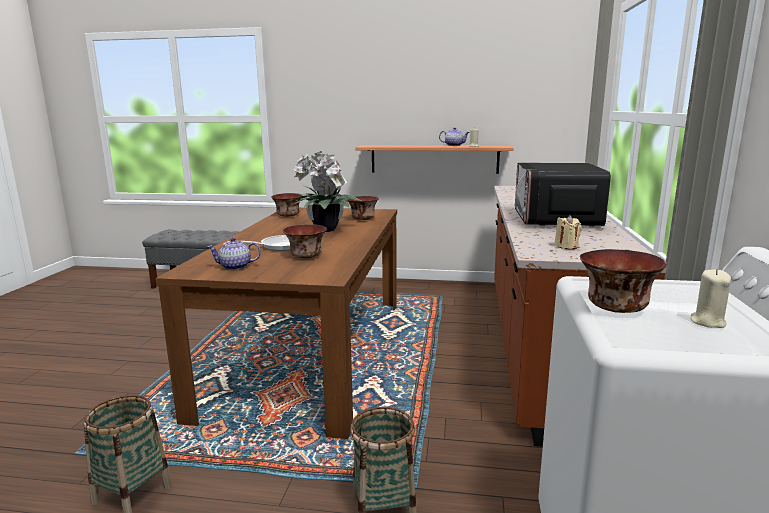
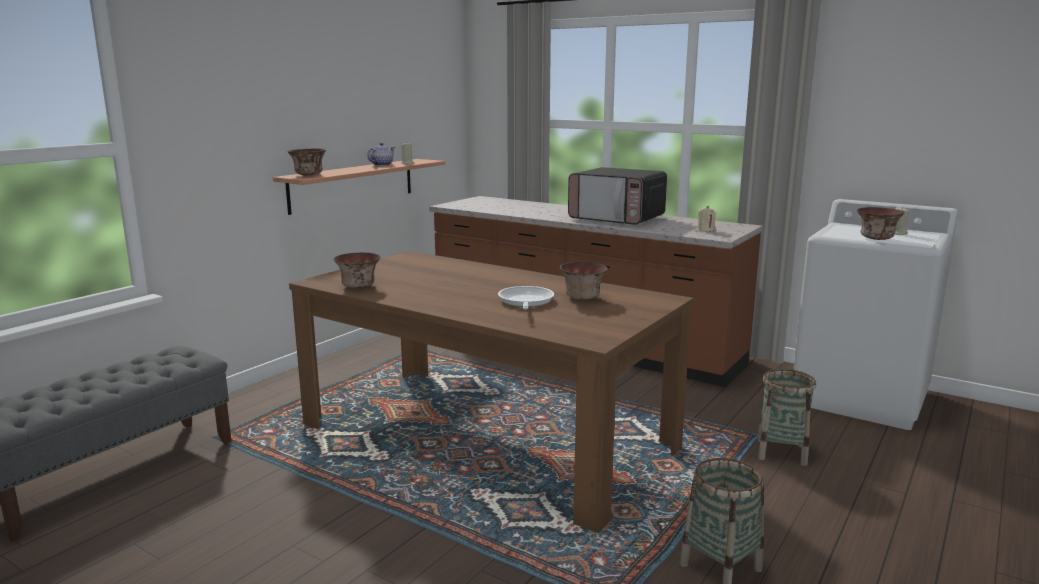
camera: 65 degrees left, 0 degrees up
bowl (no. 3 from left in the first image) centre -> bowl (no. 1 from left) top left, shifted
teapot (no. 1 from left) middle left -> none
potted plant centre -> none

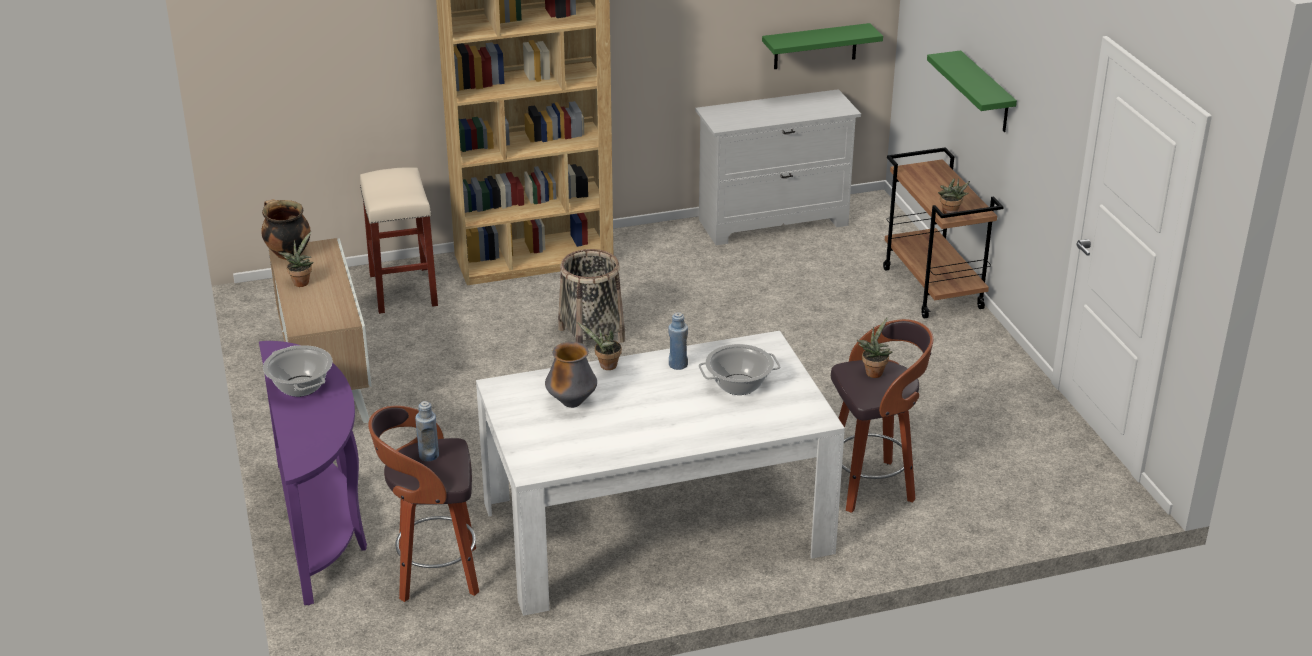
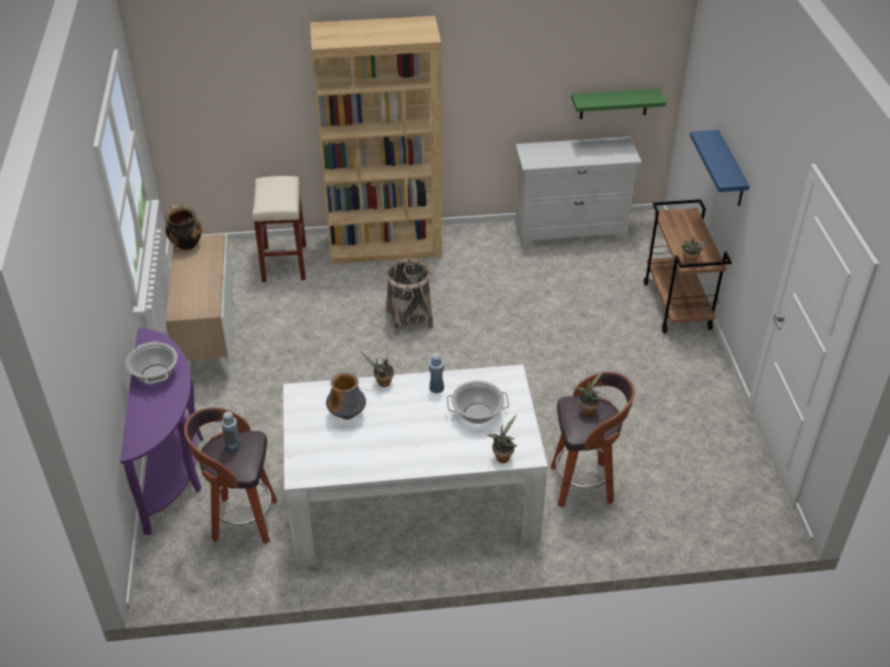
camera: 10 degrees right, 10 degrees up
potted plant (no. 1 from left in the first image) middle left -> potted plant (no. 2 from left) centre, shifted
green shelf (no. 2 from left) top right -> blue shelf top right

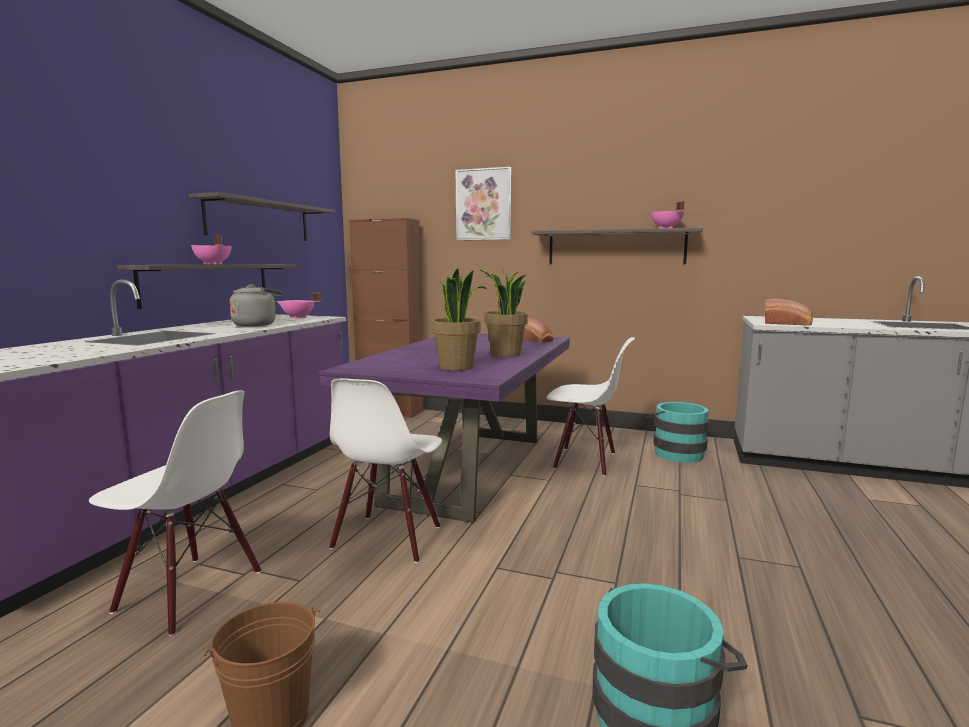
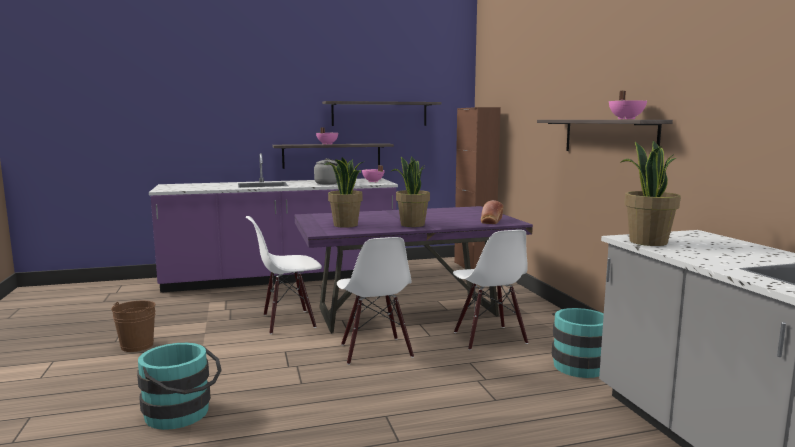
camera: 55 degrees right, 0 degrees up
white chair (no. 1 from left in the first image) bottom left -> white chair (no. 2 from left) bottom centre, shifted
bread (no. 2 from left) middle right -> potted plant (no. 3 from left) middle right
picture top centre -> none

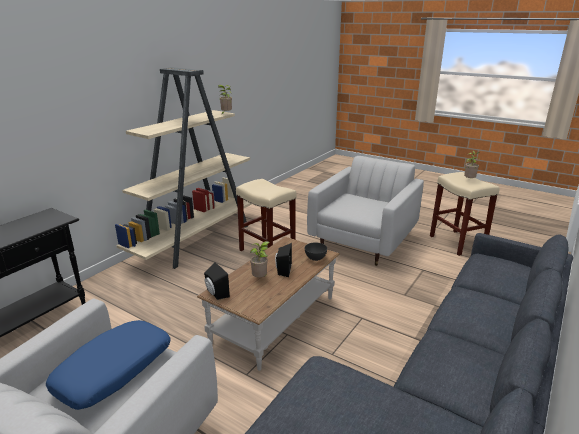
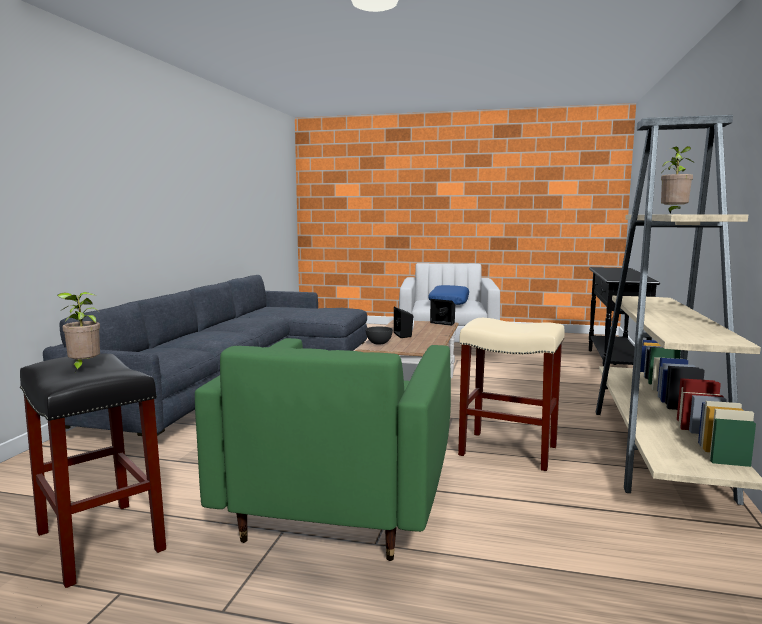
camera: 160 degrees right, 15 degrees down
beige stool (no. 2 from left) middle right -> black stool bottom left
white armchair (no. 2 from left) centre -> green armchair bottom centre
potted plant (no. 2 from left) centre -> none

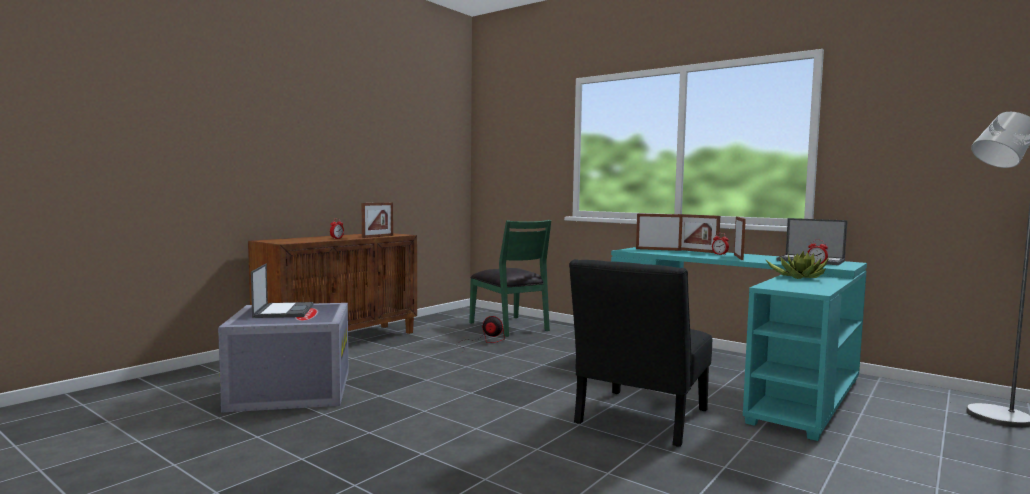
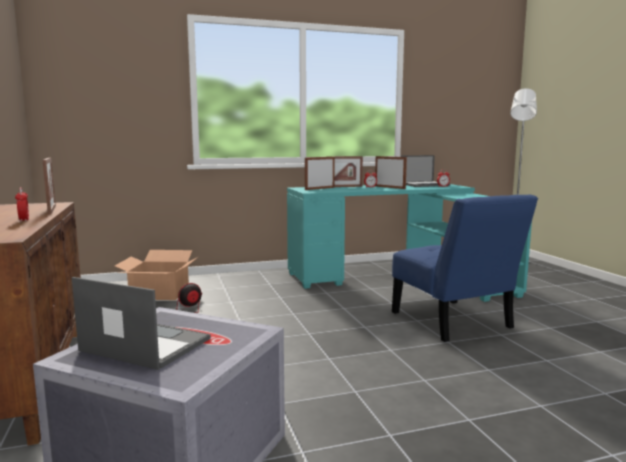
camera: 55 degrees left, 5 degrees up
green chair centre -> cardboard box middle left
black chair bottom centre -> blue chair middle right
potted plant middle right -> none

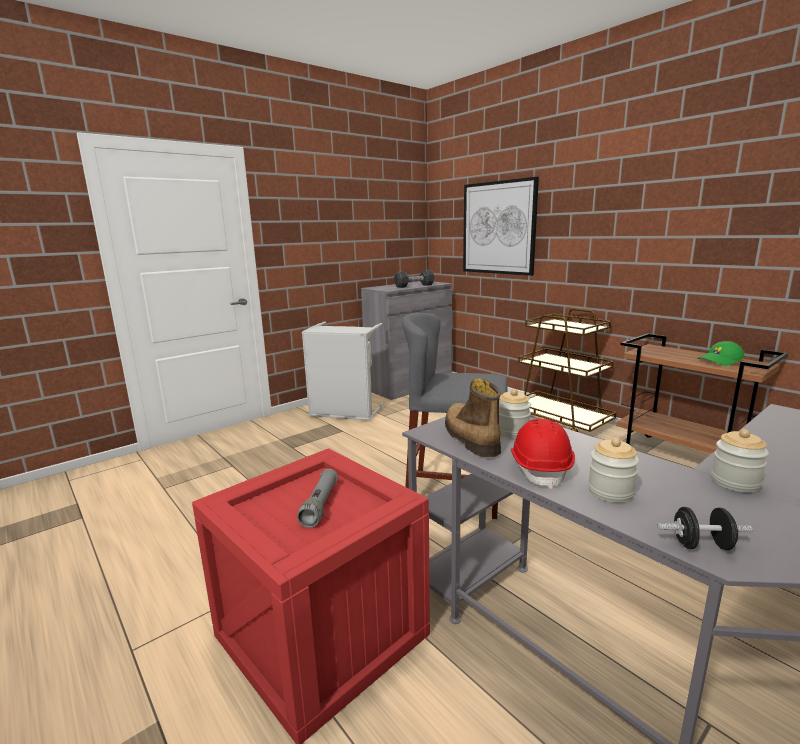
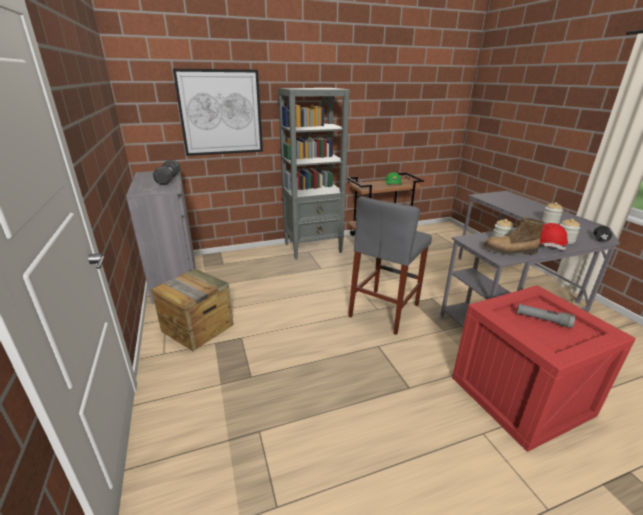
camera: 70 degrees left, 10 degrees up
grey laundry basket centre -> crate (no. 1 from left) middle left
brown cart (no. 1 from left) middle right -> grey bookcase centre

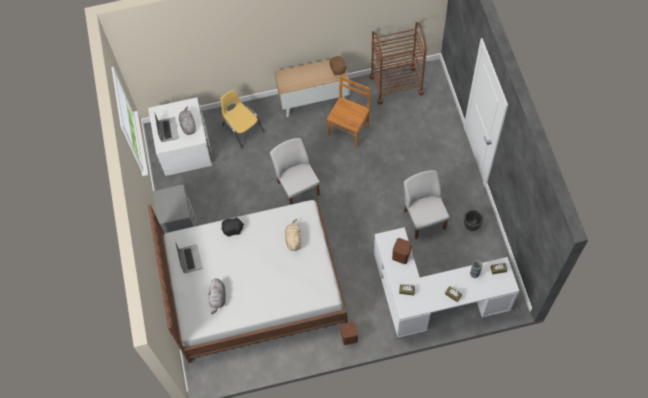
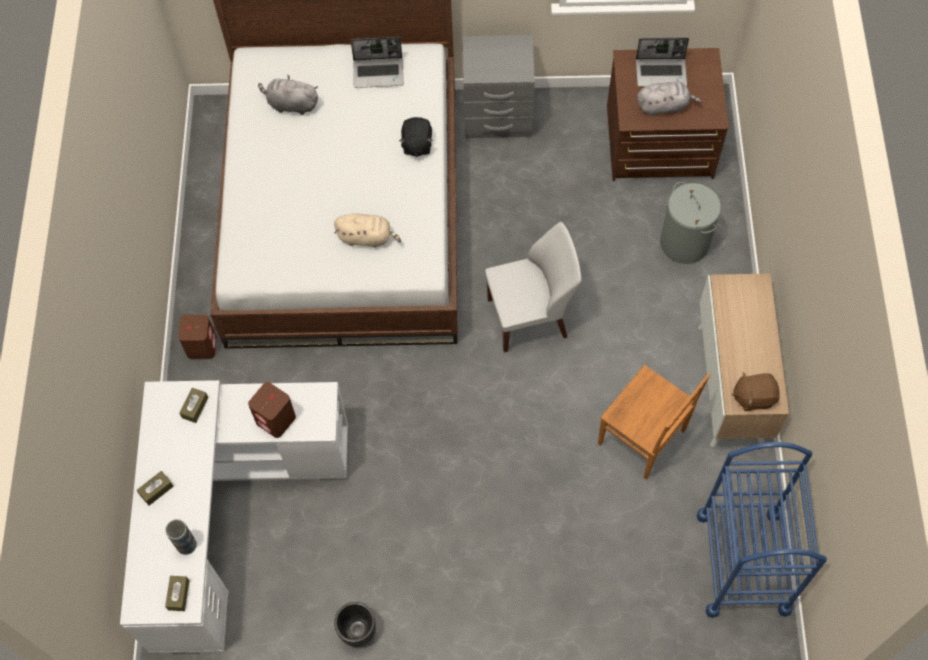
camera: 100 degrees right, 0 degrees up
white dresser middle left -> brown dresser top right
yellow chair top centre -> grey laundry basket middle right
brown cart top centre -> blue cart bottom right
white chair (no. 2 from left) centre -> none

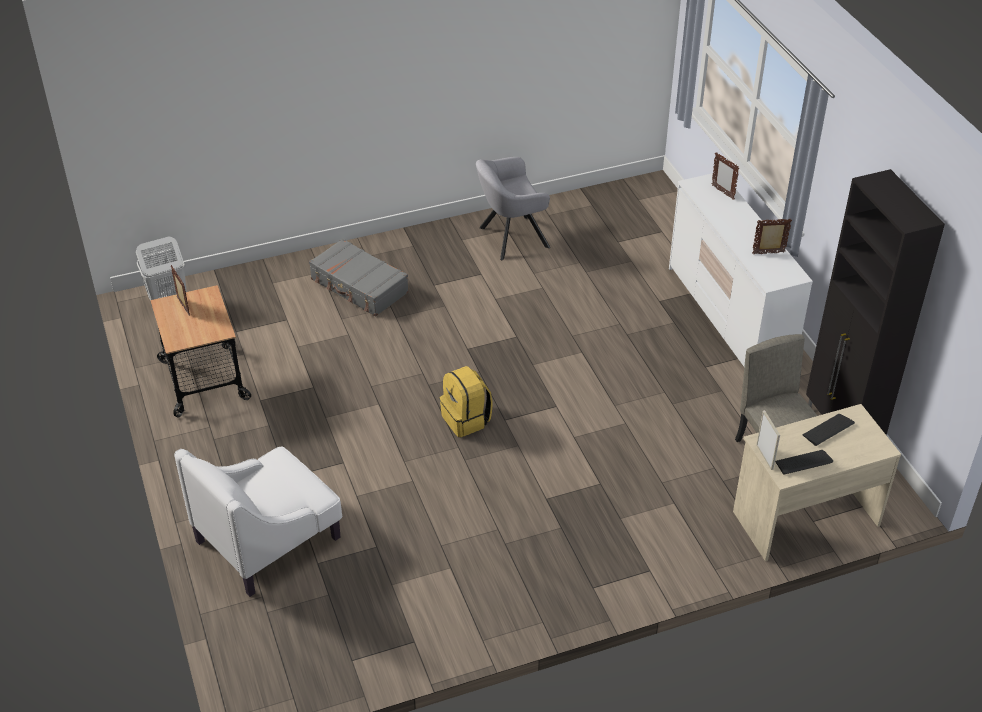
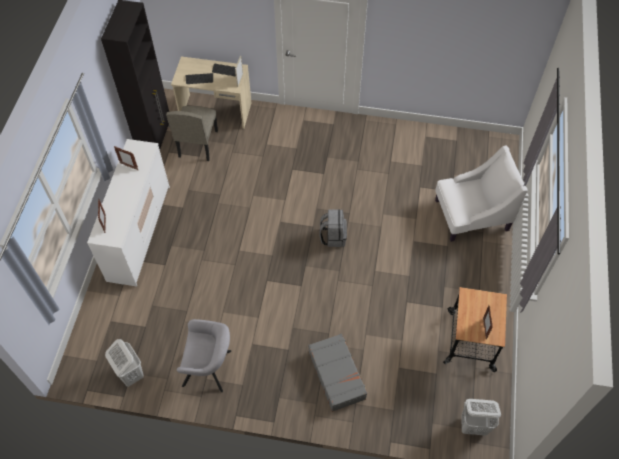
camera: 150 degrees left, 15 degrees up
none -> white laundry basket (no. 1 from left) bottom left
yellow backpack centre -> grey backpack centre

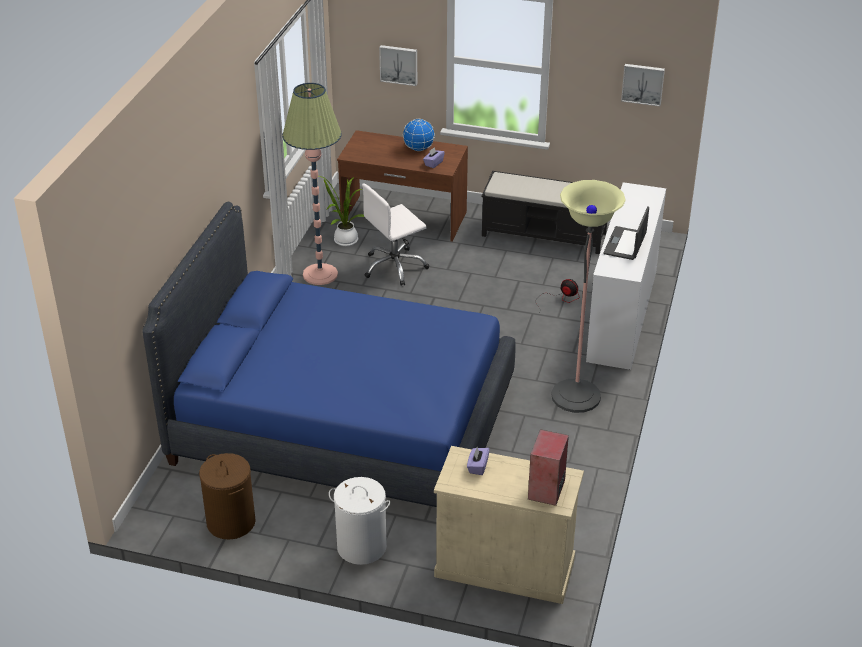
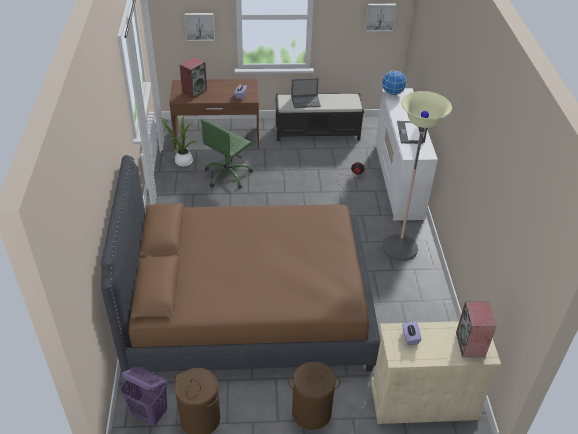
camera: 20 degrees left, 5 degrees up
blue bed centre -> brown bed centre
none -> purple laundry basket bottom left
none -> speaker (no. 1 from left) top centre
white office chair centre -> green office chair centre
white laundry basket bottom centre -> brown laundry basket (no. 2 from left) bottom centre
none -> laptop (no. 1 from left) top centre
globe top centre -> globe top right, shifted
floor lamp (no. 1 from left) top centre -> none

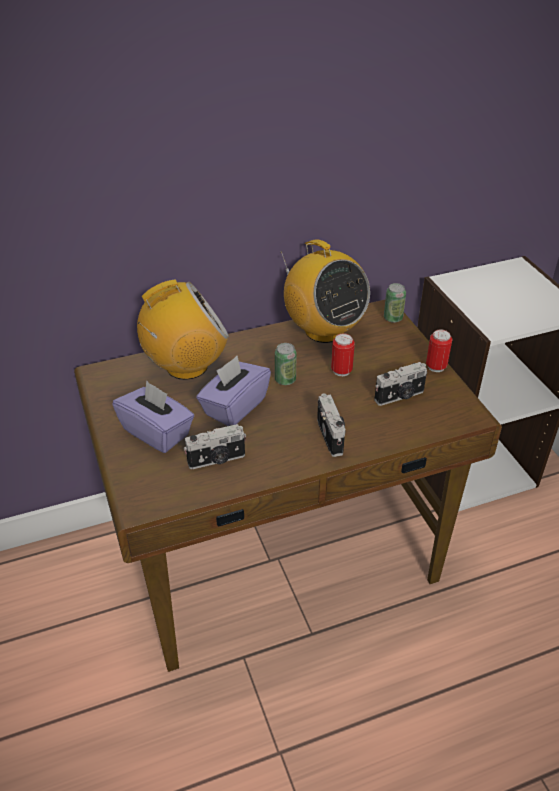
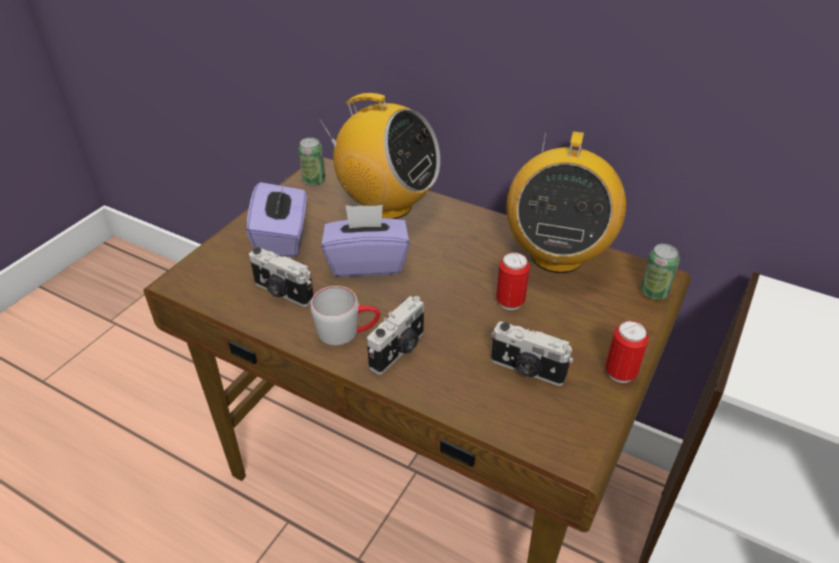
camera: 50 degrees right, 0 degrees up
can (no. 1 from left) centre -> can (no. 1 from left) top centre, shifted
none -> grey mug centre

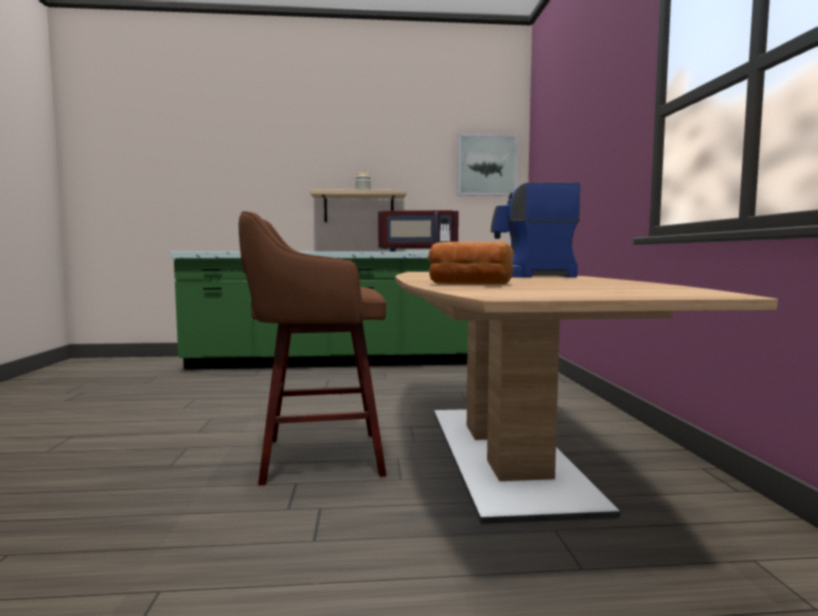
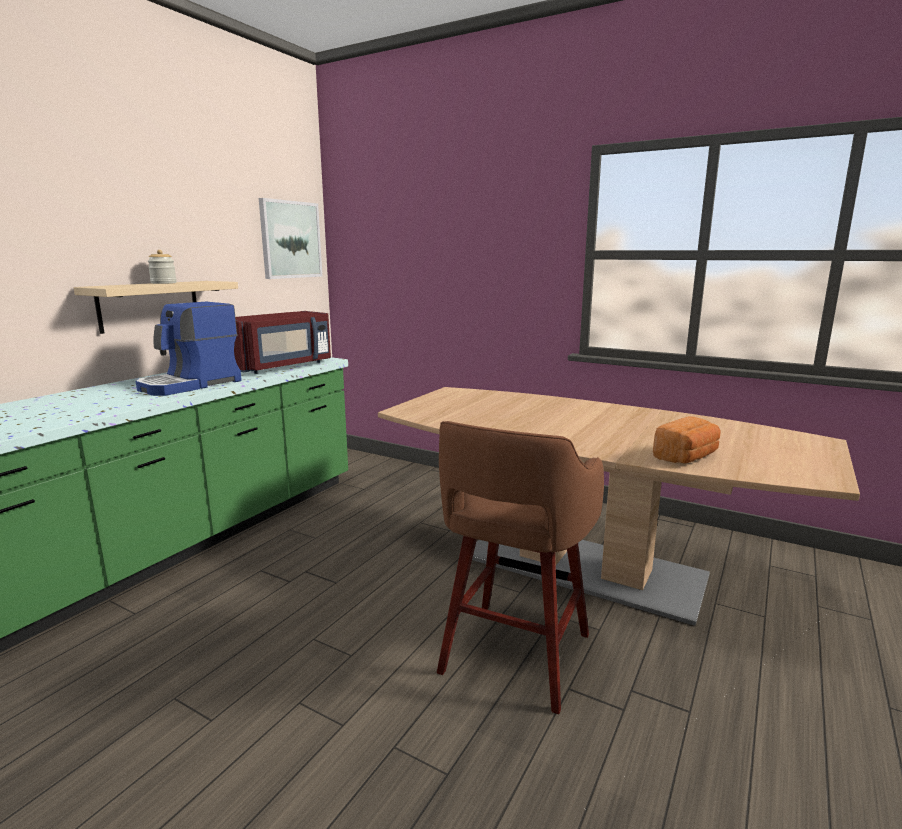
camera: 55 degrees left, 10 degrees up
coffee machine centre -> coffee machine middle left, shifted

